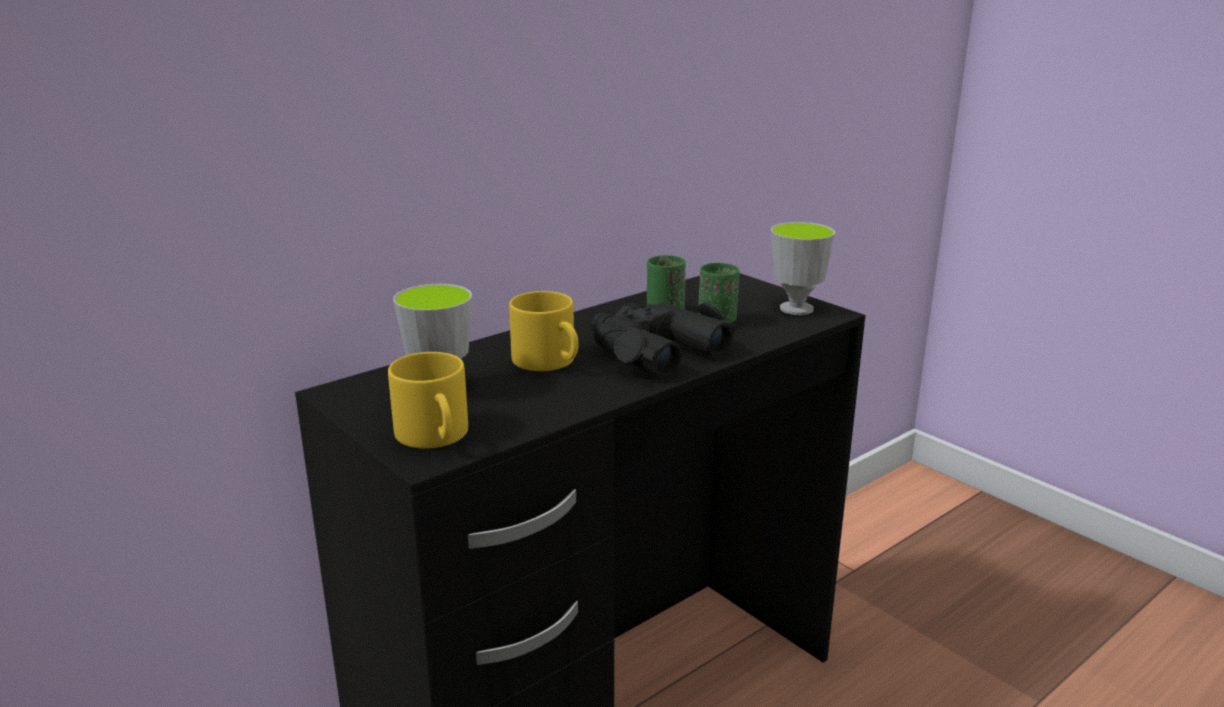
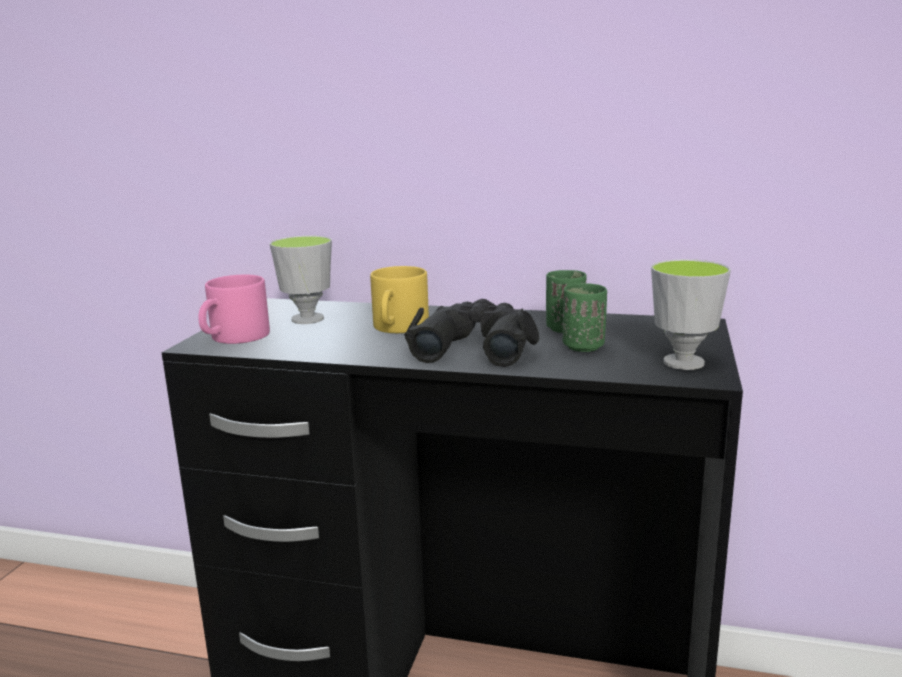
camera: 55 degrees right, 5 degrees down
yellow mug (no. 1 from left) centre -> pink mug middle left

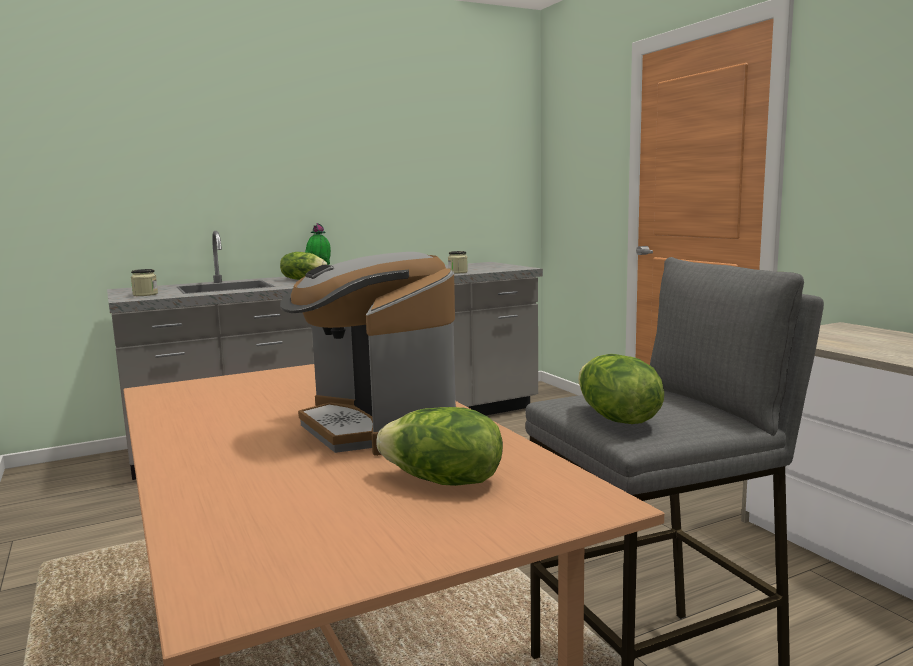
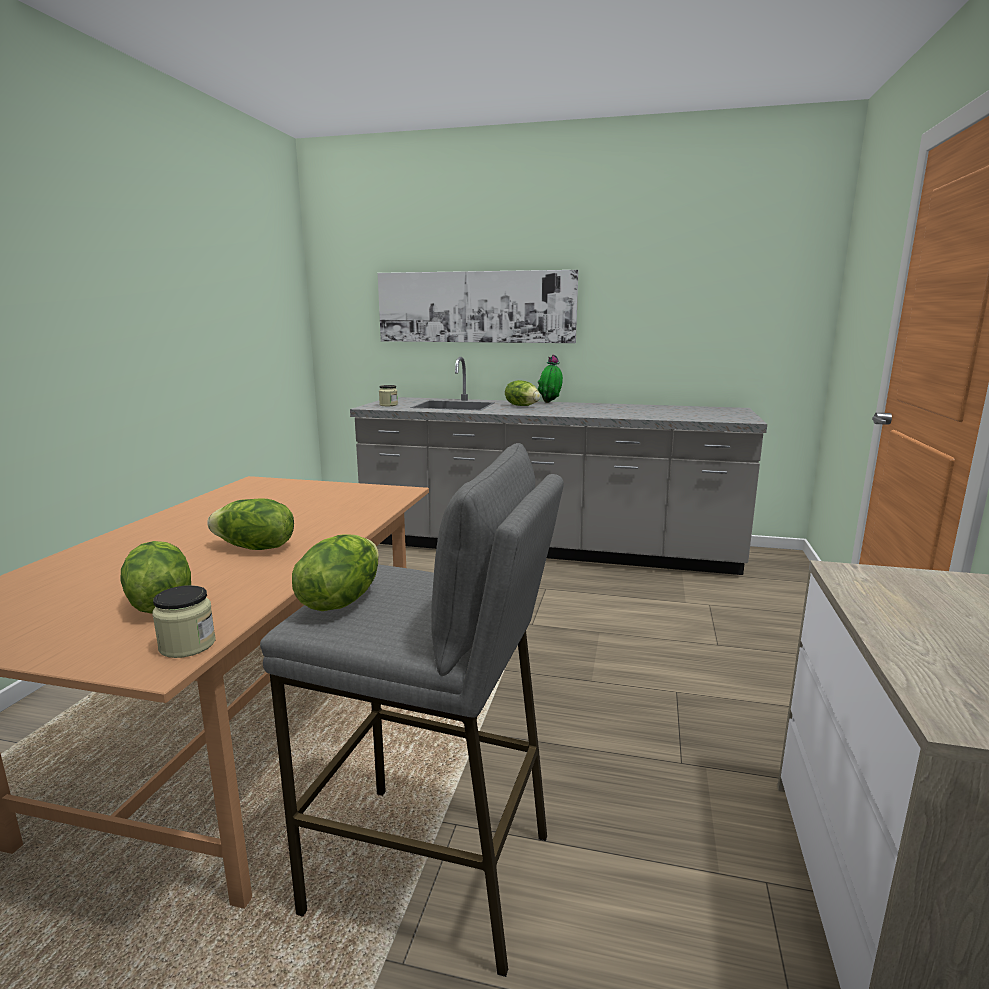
camera: 40 degrees right, 5 degrees up
jar (no. 2 from left in the first image) centre -> jar (no. 1 from left) middle left, shifted
coffee machine centre -> lettuce (no. 2 from left) middle left
none -> picture top centre

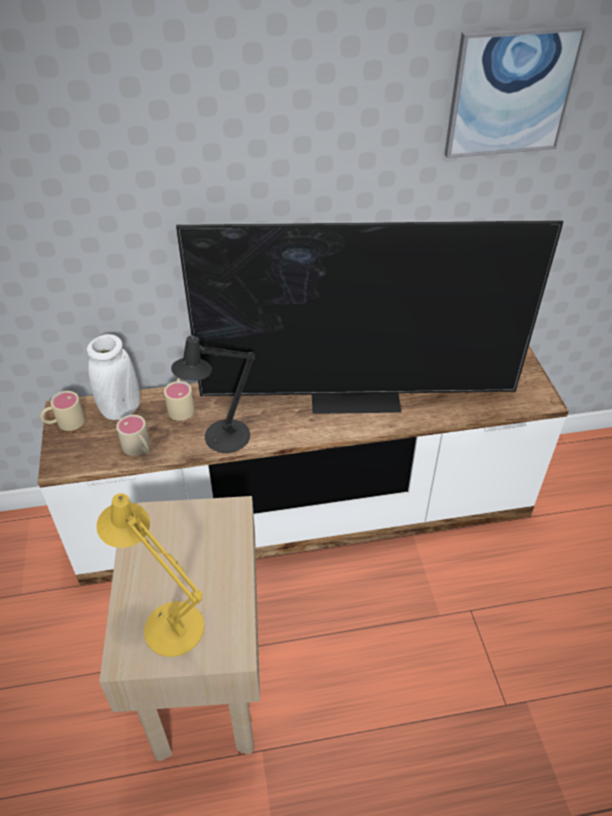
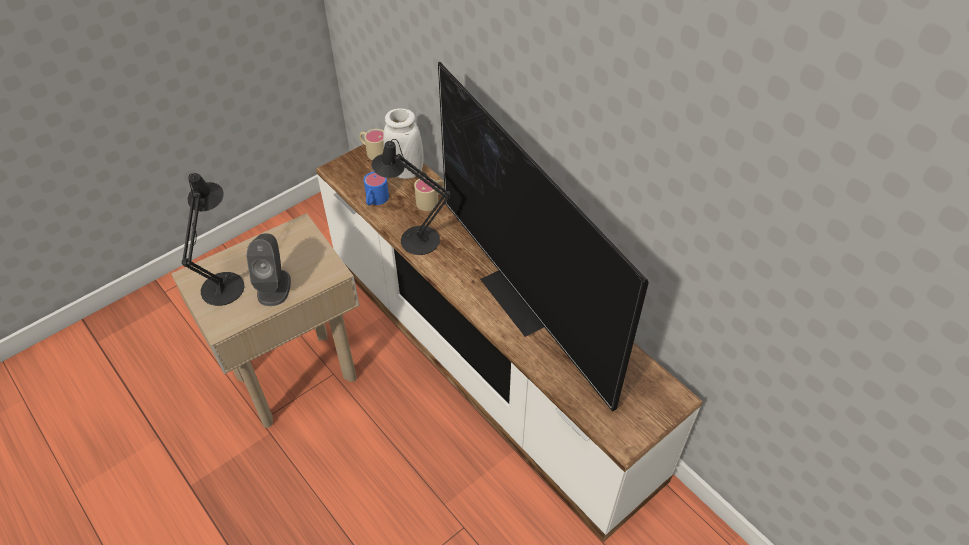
camera: 60 degrees right, 5 degrees up
yellow table lamp bottom left -> black table lamp (no. 1 from left) middle left
none -> grey speaker middle left
beige mug (no. 2 from left) middle left -> blue mug centre
picture top right -> none

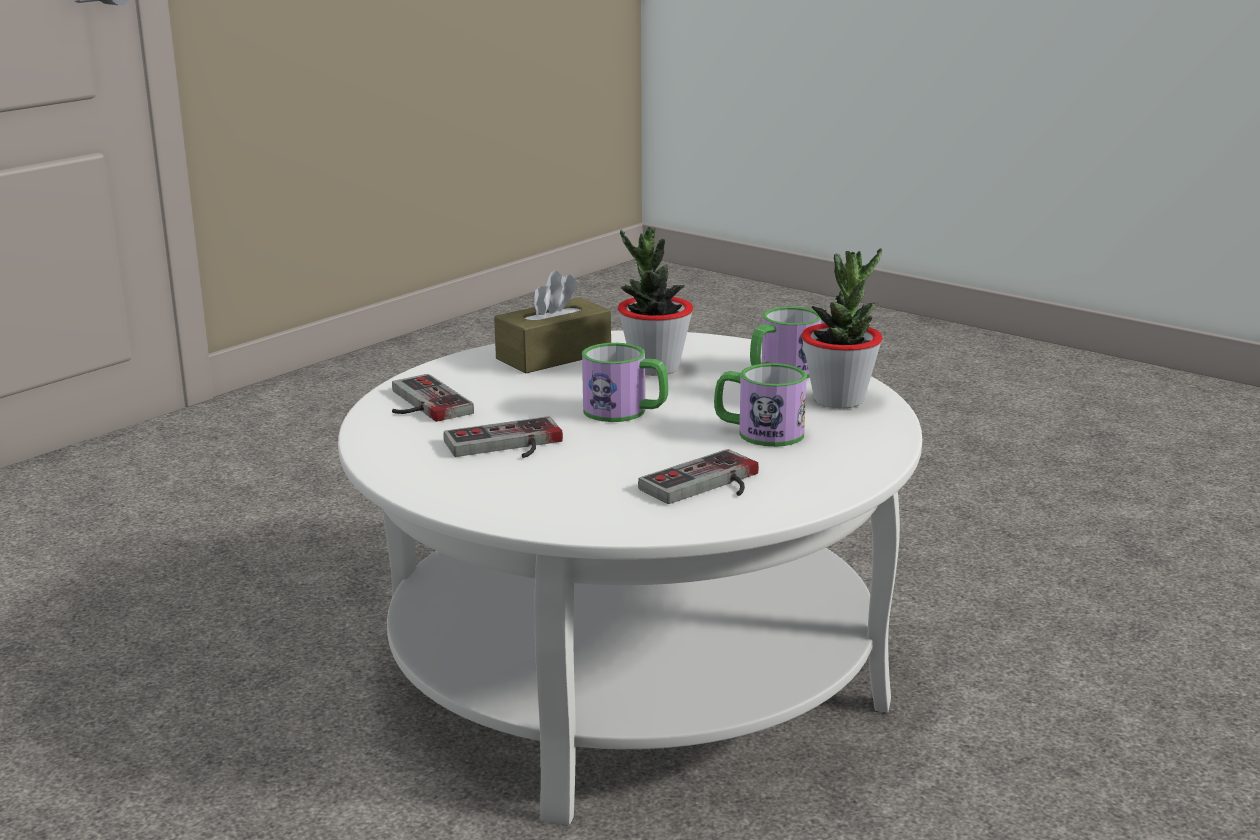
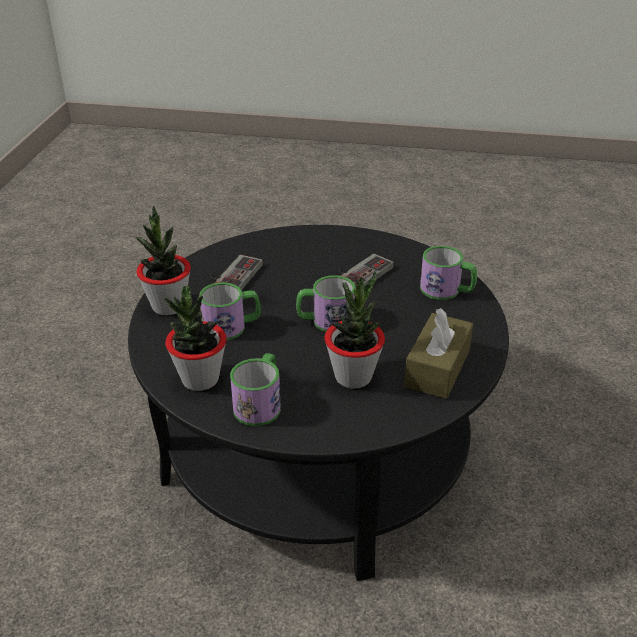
camera: 150 degrees right, 15 degrees up
white coffee table bottom centre -> black coffee table centre
none -> potted plant (no. 1 from left) middle left
game controller (no. 1 from left) centre -> mug (no. 4 from left) middle right

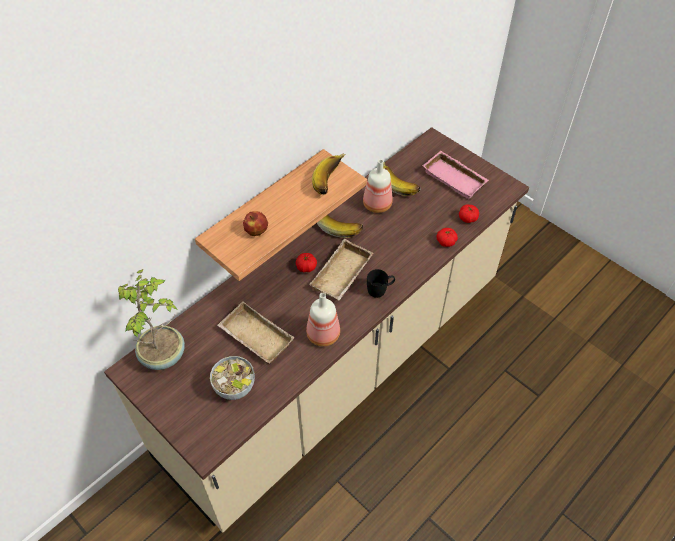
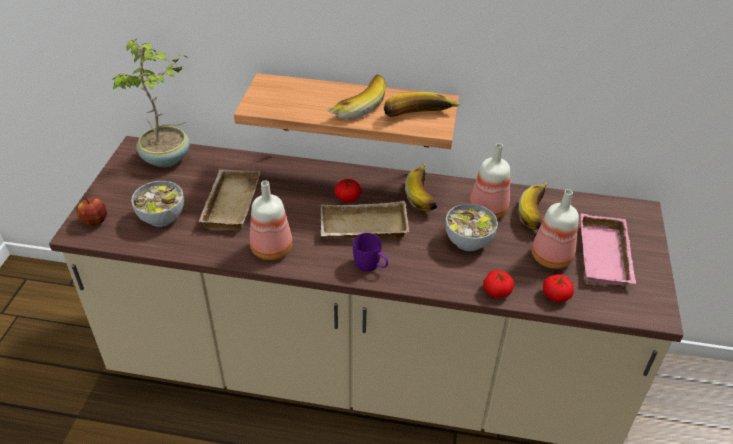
camera: 55 degrees right, 10 degrees down
apple centre -> apple middle left, shifted
none -> banana (no. 1 from left) top centre
black mug centre -> purple mug centre
none -> bowl (no. 2 from left) centre
none -> bottle (no. 3 from left) middle right

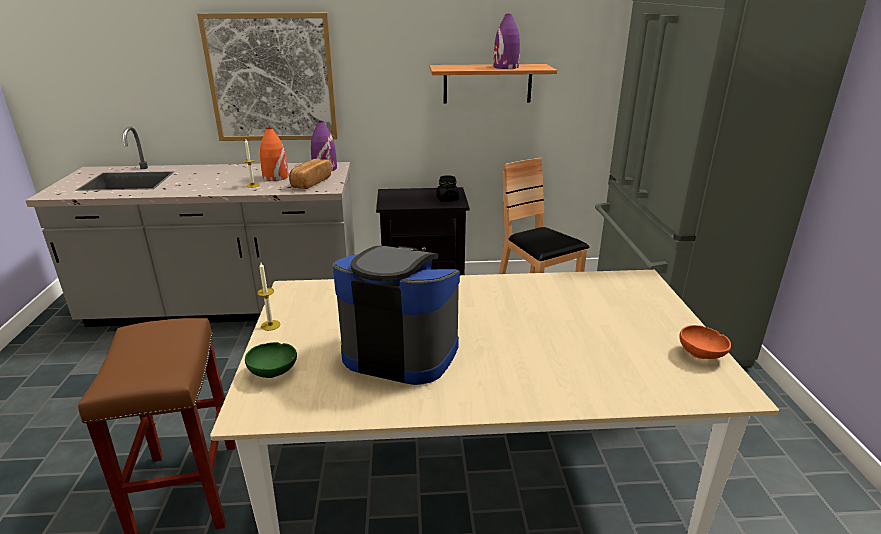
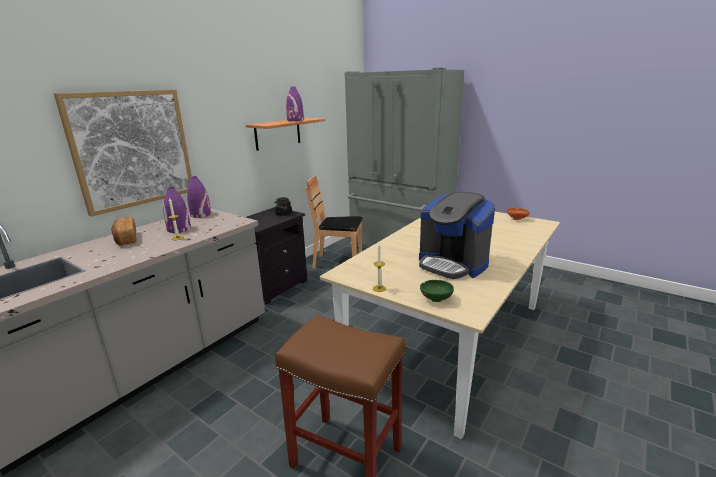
camera: 50 degrees left, 5 degrees down
bread top centre -> bread middle left, shifted
orange vase top left -> purple vase (no. 1 from left) middle left
coffee machine centre, 105 degrees counterclockwise

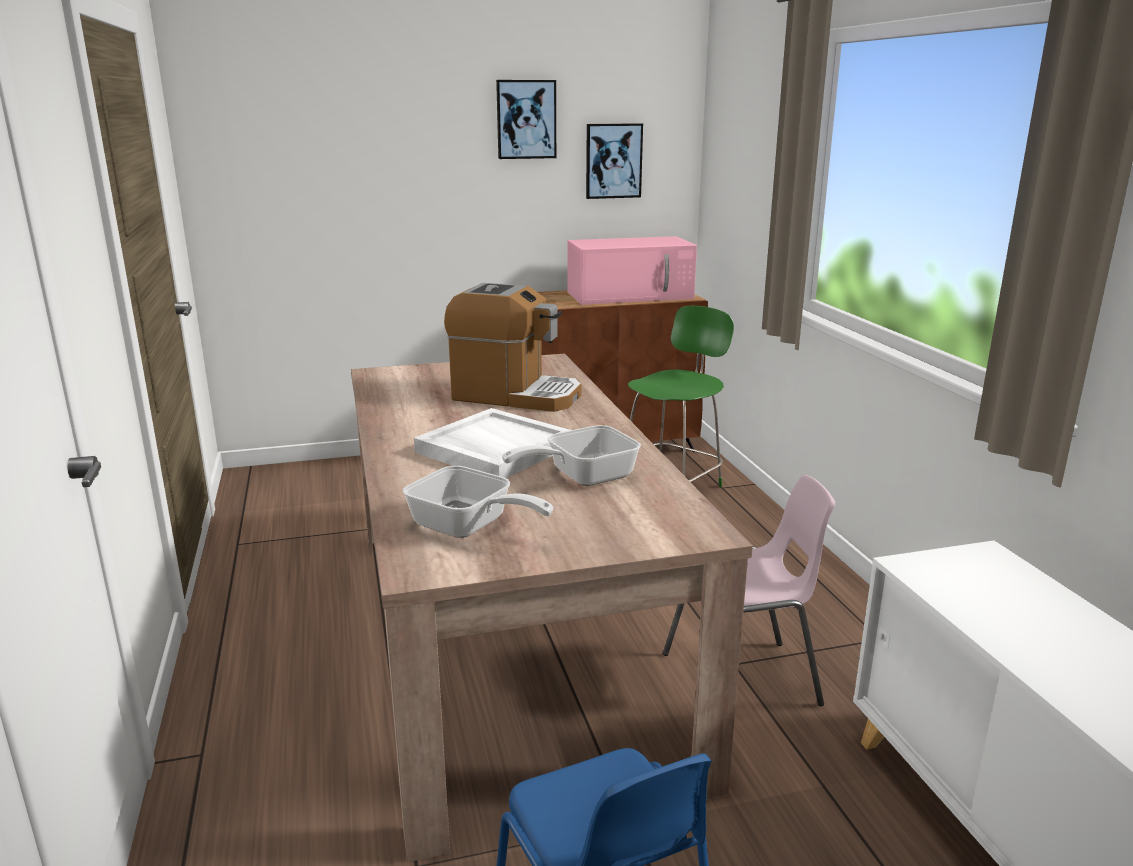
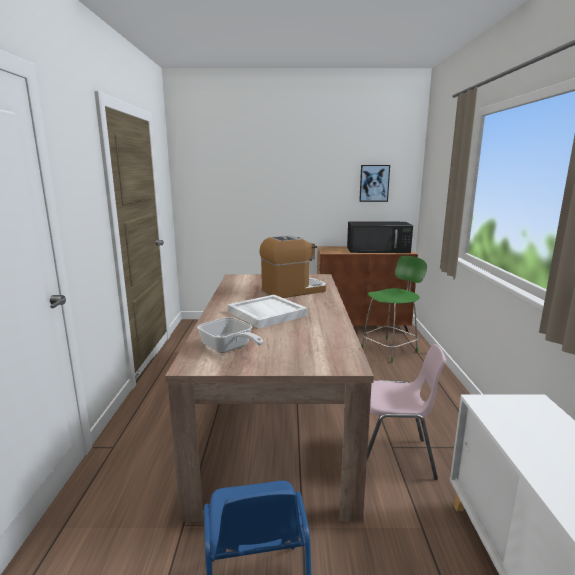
camera: 15 degrees right, 5 degrees down
coffee machine centre, 60 degrees counterclockwise
pink microwave top centre -> black microwave centre
picture (no. 1 from left) top centre -> none
frying pan (no. 2 from left) centre -> none

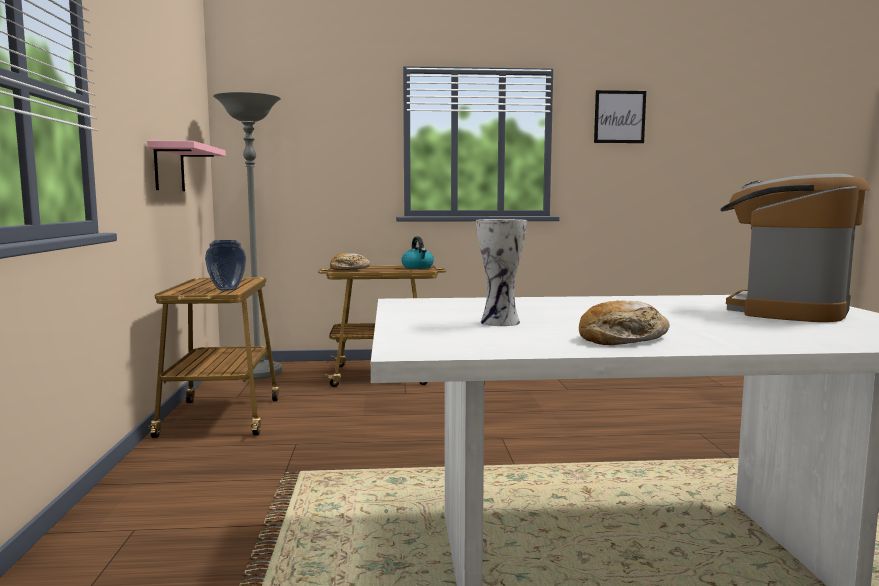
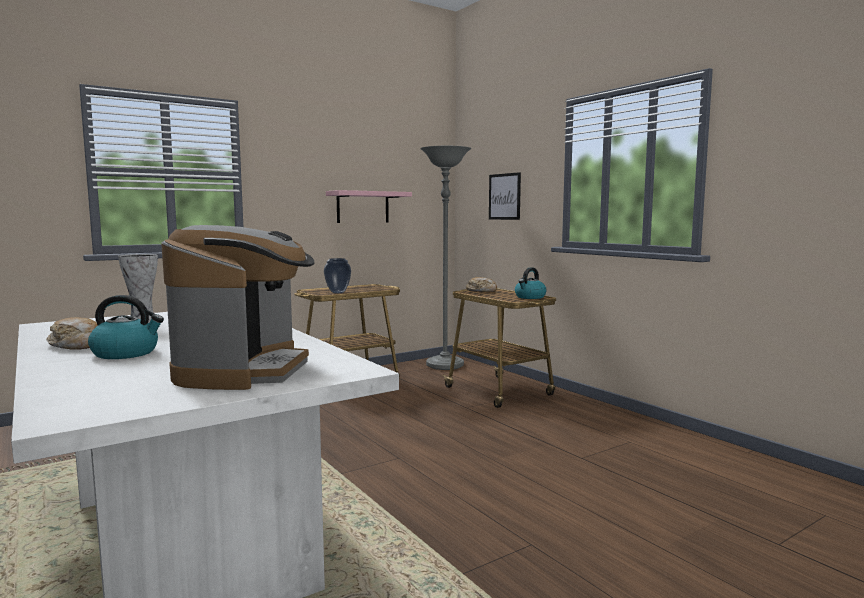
camera: 60 degrees right, 0 degrees up
none -> kettle (no. 1 from left) middle left
coffee machine middle right -> coffee machine middle left, 90 degrees clockwise
picture top right -> picture top centre, shifted

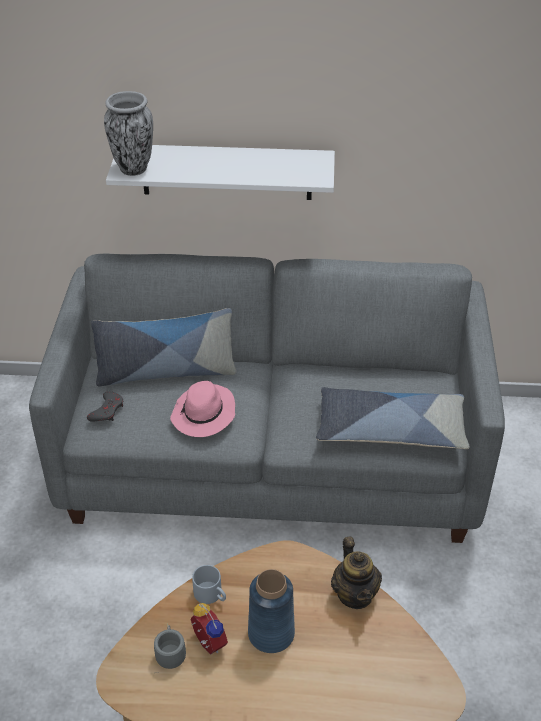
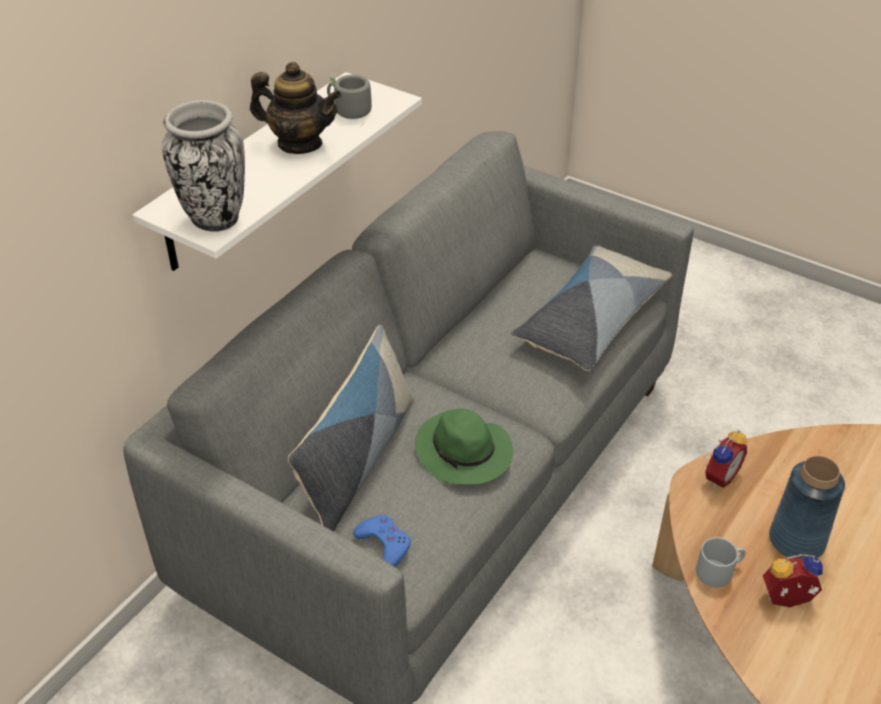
camera: 60 degrees left, 0 degrees up
teapot bottom centre -> teapot top centre, shifted
grey mug (no. 1 from left) bottom left -> grey mug (no. 1 from left) top centre, shifted
grey game controller middle left -> blue game controller bottom centre
pink hat centre -> green hat centre
none -> alarm clock (no. 1 from left) middle right

